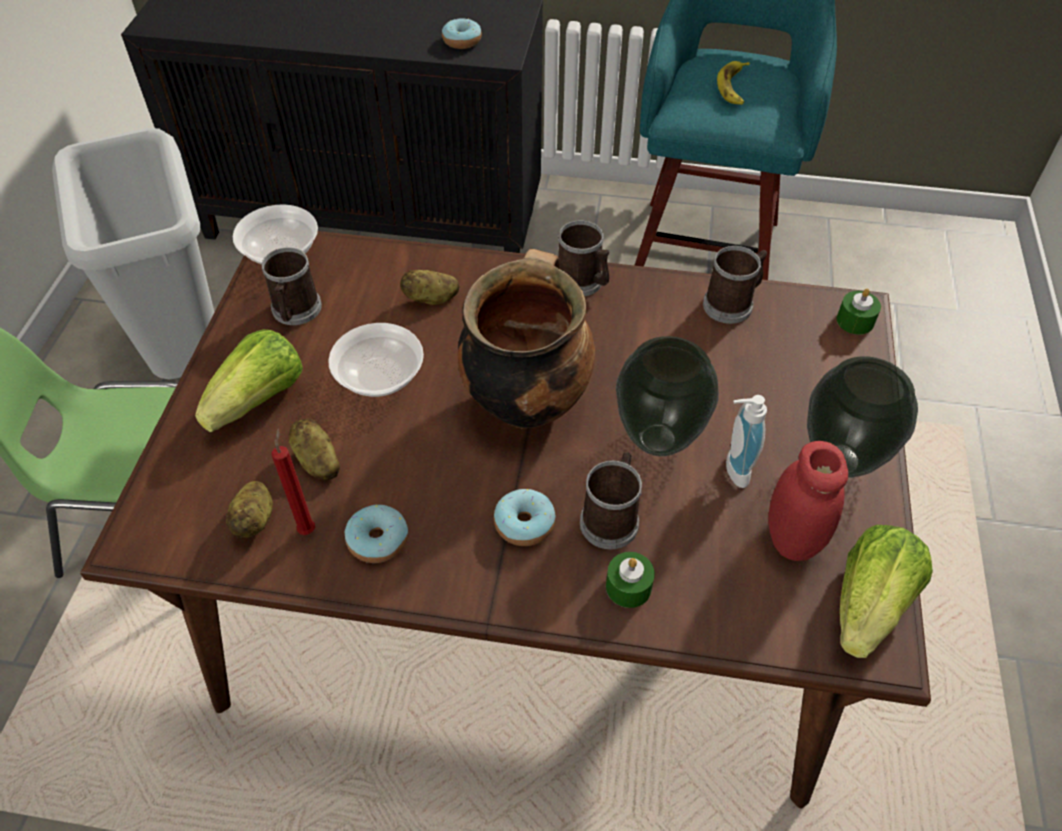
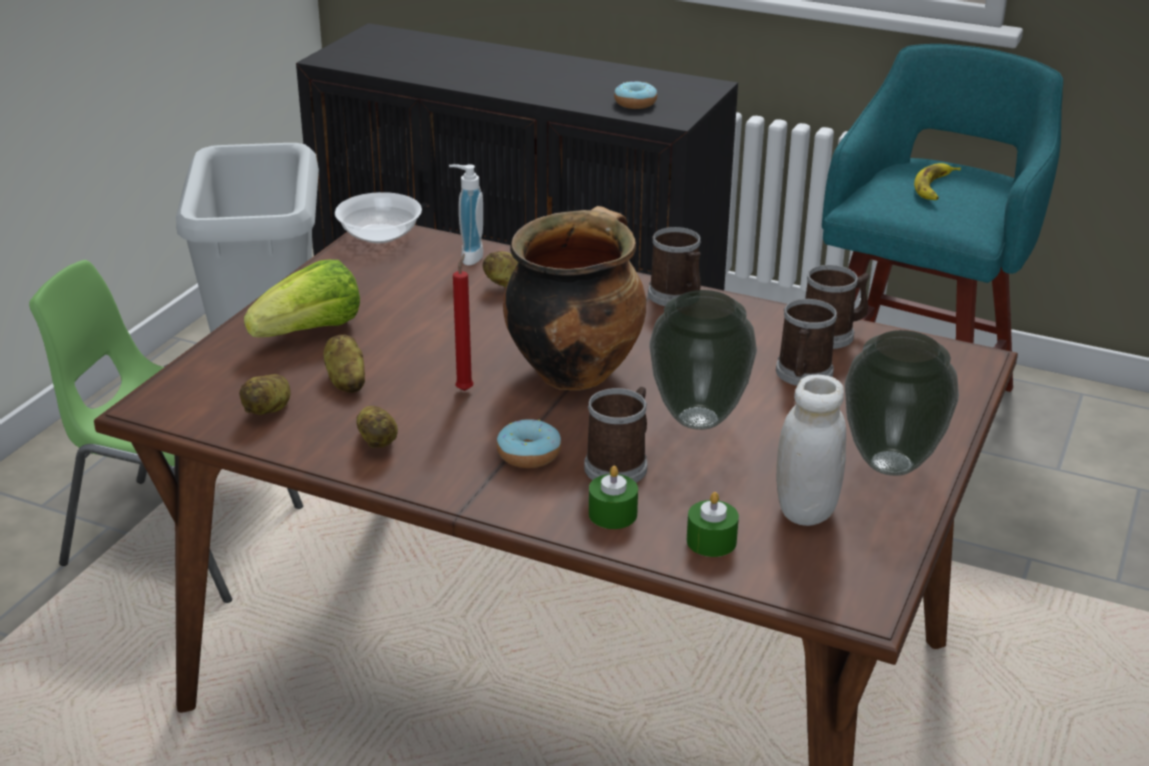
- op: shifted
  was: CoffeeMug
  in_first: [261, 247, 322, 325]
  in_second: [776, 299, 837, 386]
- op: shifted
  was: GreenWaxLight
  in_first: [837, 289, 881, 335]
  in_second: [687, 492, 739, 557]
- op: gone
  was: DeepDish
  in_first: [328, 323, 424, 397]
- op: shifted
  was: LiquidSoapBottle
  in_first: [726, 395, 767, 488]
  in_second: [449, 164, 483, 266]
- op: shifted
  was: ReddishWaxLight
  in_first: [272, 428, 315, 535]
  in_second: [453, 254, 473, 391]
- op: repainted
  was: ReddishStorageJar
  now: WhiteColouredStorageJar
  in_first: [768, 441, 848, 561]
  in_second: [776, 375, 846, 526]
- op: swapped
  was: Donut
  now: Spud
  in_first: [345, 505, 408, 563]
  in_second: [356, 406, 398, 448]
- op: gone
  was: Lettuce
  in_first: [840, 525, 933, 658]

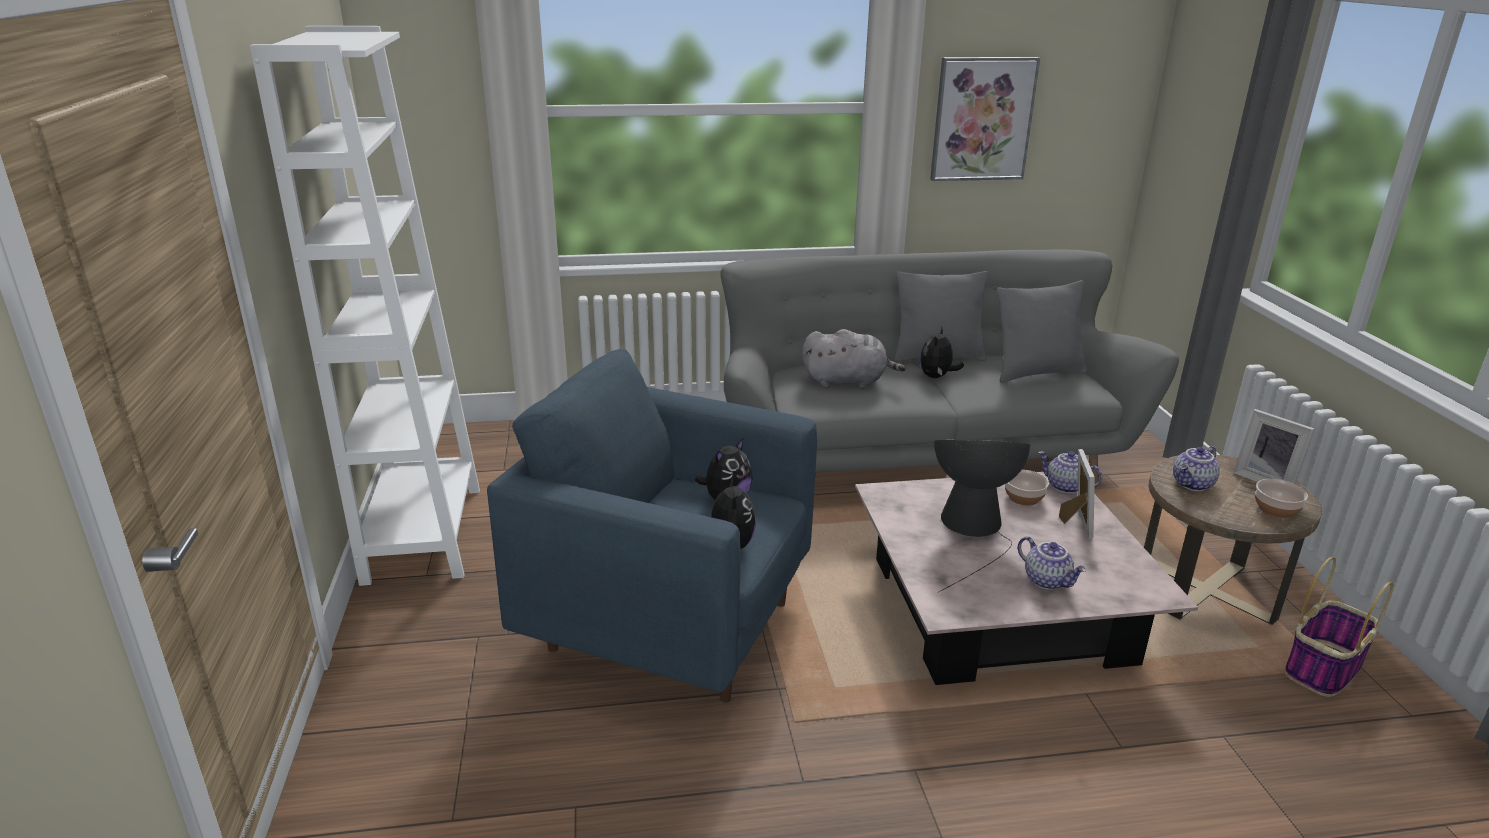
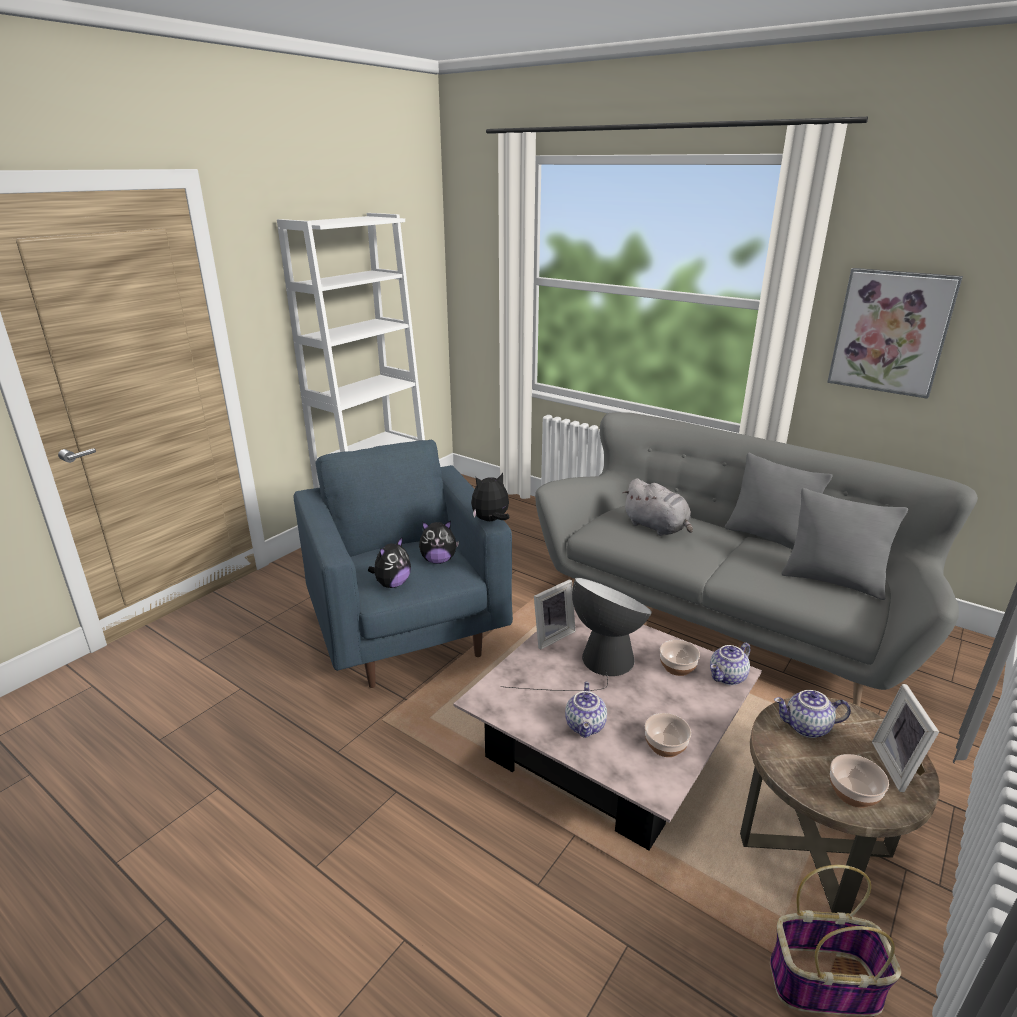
- op: shifted
  was: CuddlyToy
  in_first: [920, 326, 964, 378]
  in_second: [471, 473, 510, 521]
- op: shifted
  was: StandingFrame
  in_first: [1059, 449, 1095, 539]
  in_second: [534, 579, 575, 650]
- op: rotated
  was: PotForTea
  in_first: [1038, 451, 1102, 493]
  in_second: [710, 643, 750, 685]
  clockwise: -120
- op: new
  now: DeepDish
  in_second: [645, 713, 691, 757]

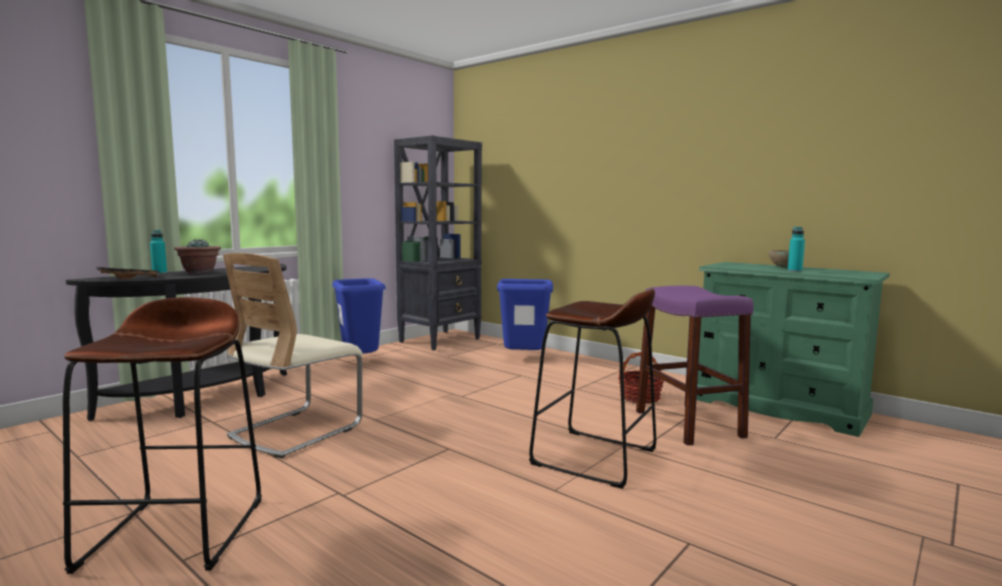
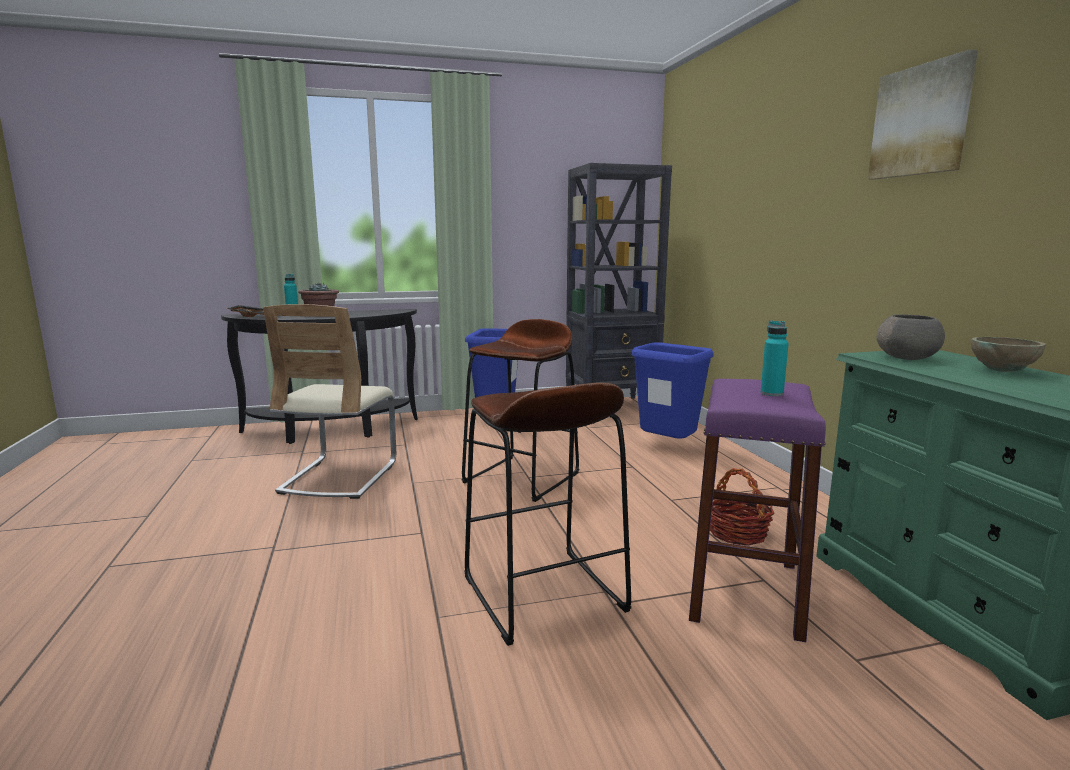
- op: shifted
  was: BlueGreenBottle
  in_first: [788, 227, 805, 272]
  in_second: [760, 320, 789, 396]
- op: rotated
  was: BeigePlainChair
  in_first: [223, 253, 363, 458]
  in_second: [263, 304, 396, 499]
  clockwise: -60
- op: shifted
  was: BrownishStool
  in_first: [63, 297, 262, 574]
  in_second: [462, 319, 579, 502]
- op: new
  now: Picture
  in_second: [868, 49, 978, 180]
- op: new
  now: GrayDeepDish
  in_second: [877, 314, 945, 360]

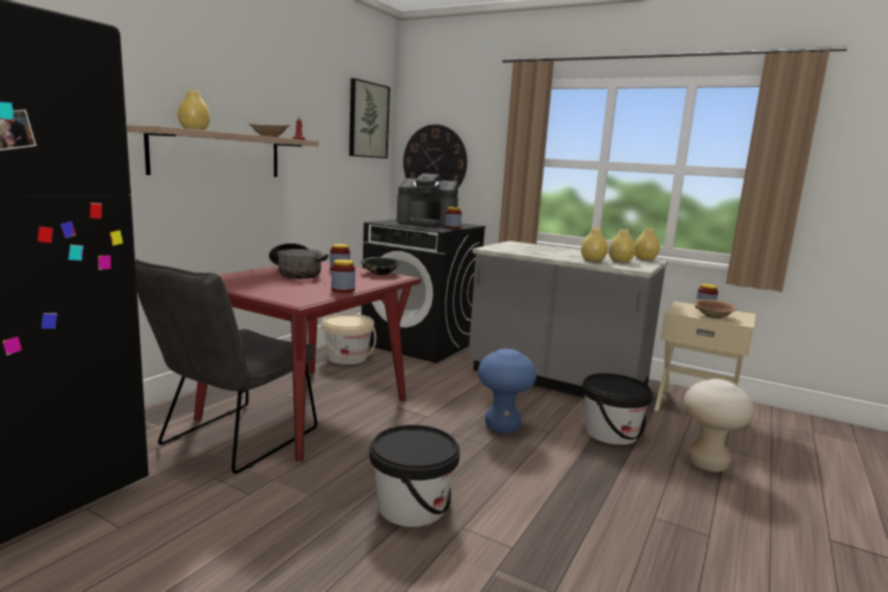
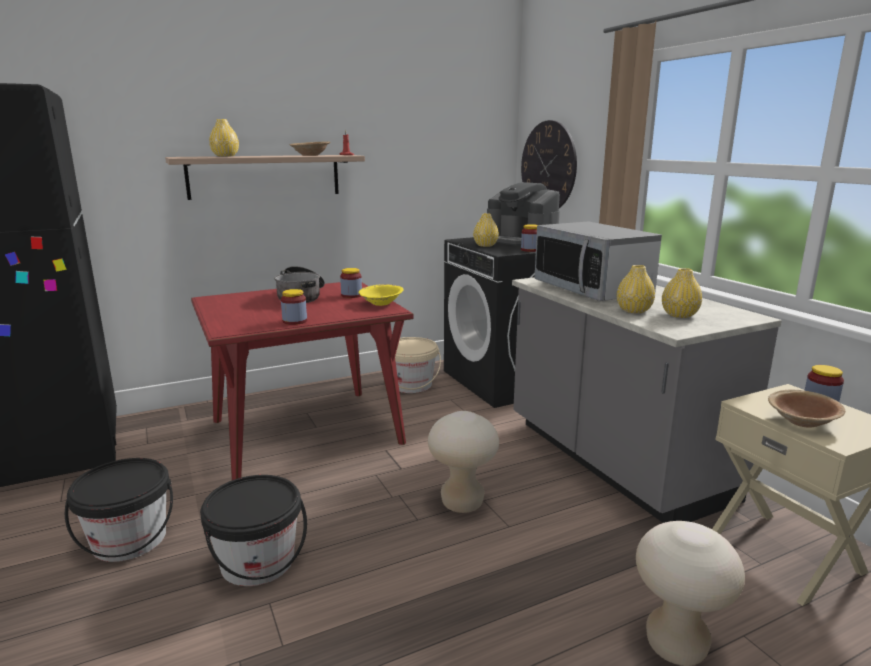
- op: gone
  was: Picture
  in_first: [349, 78, 390, 158]
- op: shifted
  was: YellowFlowerVase
  in_first: [635, 228, 660, 260]
  in_second: [473, 213, 499, 247]
- op: repainted
  was: BlackColouredDeepDish
  now: YellowDeepDish
  in_first: [360, 257, 401, 275]
  in_second: [359, 284, 403, 306]
- op: gone
  was: GrayPlainChair
  in_first: [135, 259, 317, 474]
- op: repainted
  was: BlueStool
  now: BeigeStool
  in_first: [478, 349, 536, 433]
  in_second: [428, 411, 499, 513]
- op: shifted
  was: BlackColouredPail
  in_first: [582, 373, 652, 445]
  in_second: [65, 458, 173, 562]
- op: new
  now: MicrowaveOven
  in_second: [534, 222, 662, 301]

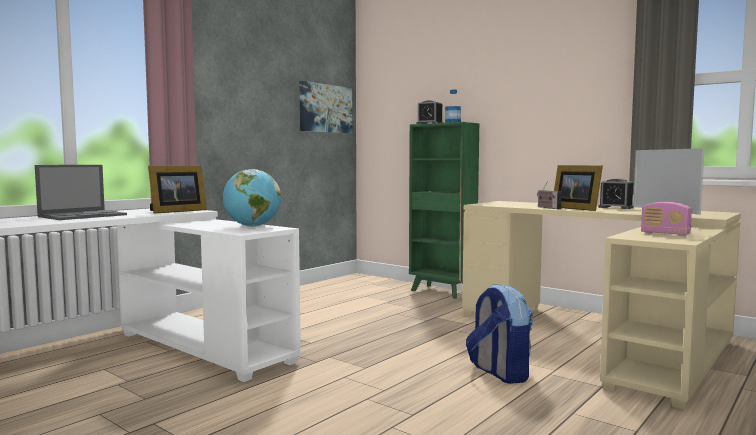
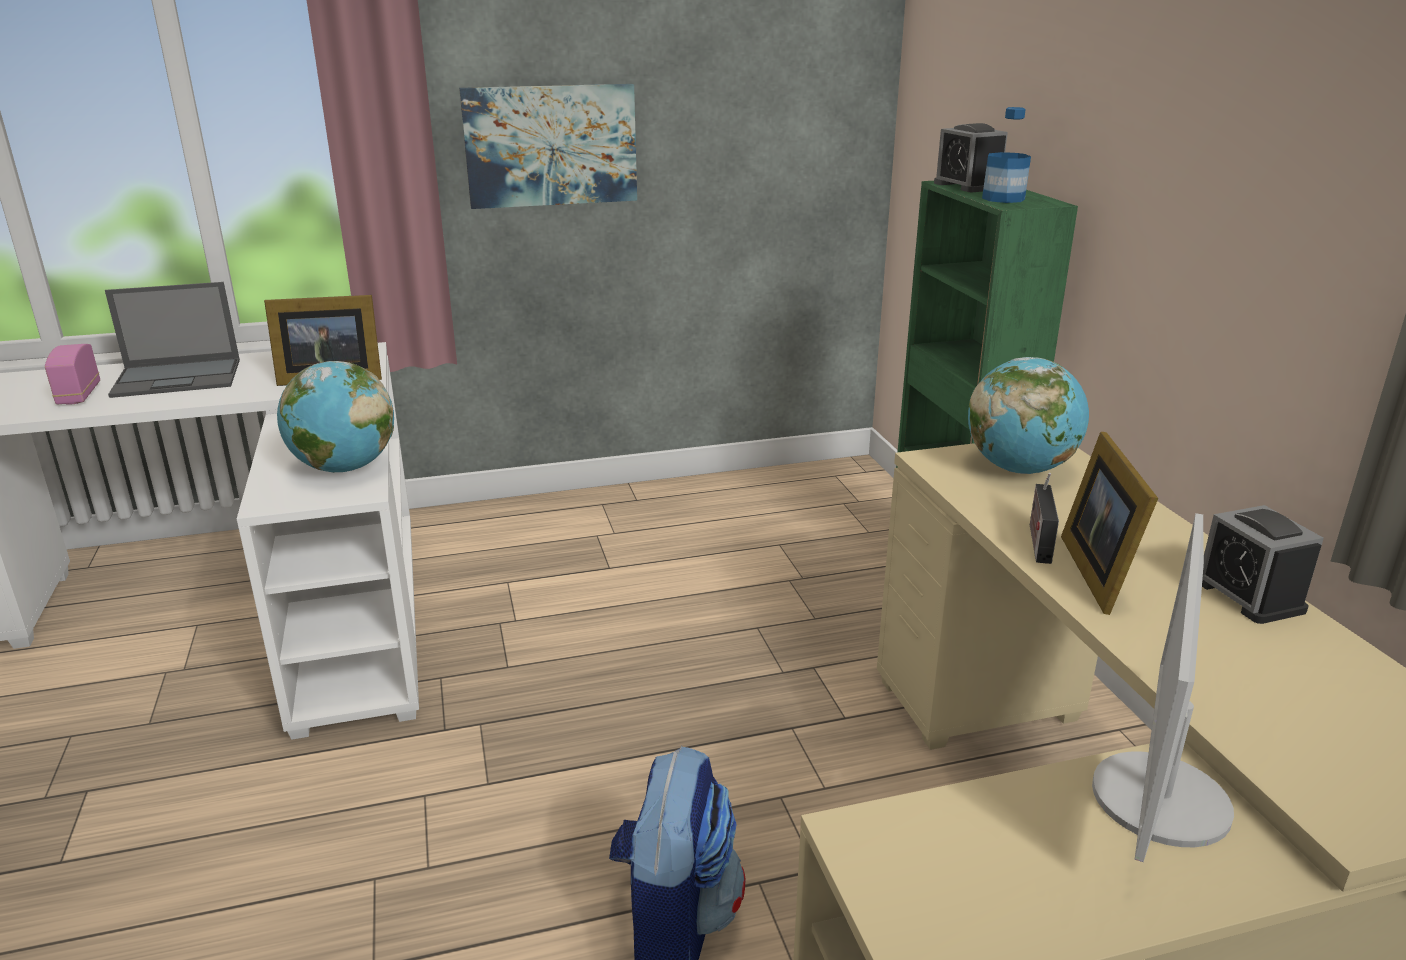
- op: shifted
  was: Picture
  in_first: [299, 81, 353, 134]
  in_second: [459, 84, 637, 209]
- op: shifted
  was: RadioSet
  in_first: [641, 202, 692, 236]
  in_second: [45, 344, 100, 405]
- op: new
  now: DeskGlobe
  in_second: [968, 357, 1089, 474]

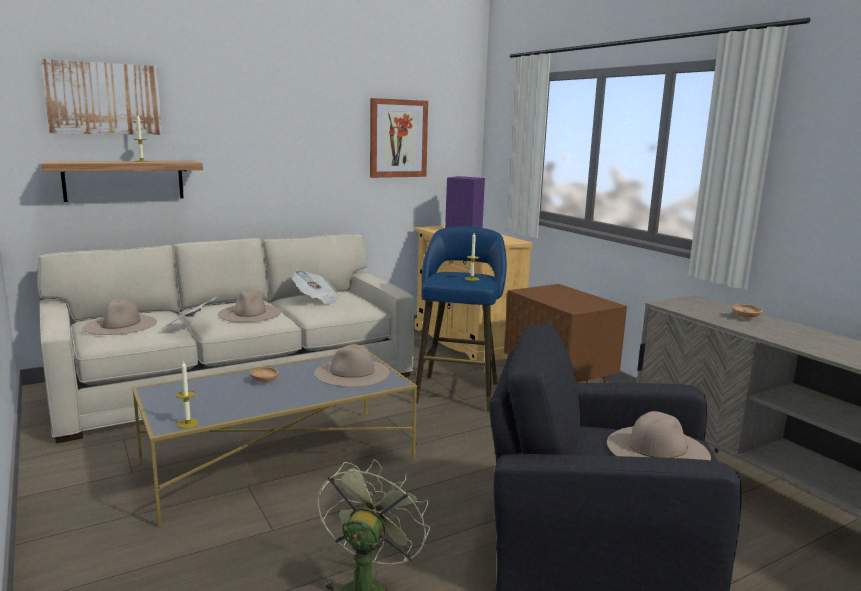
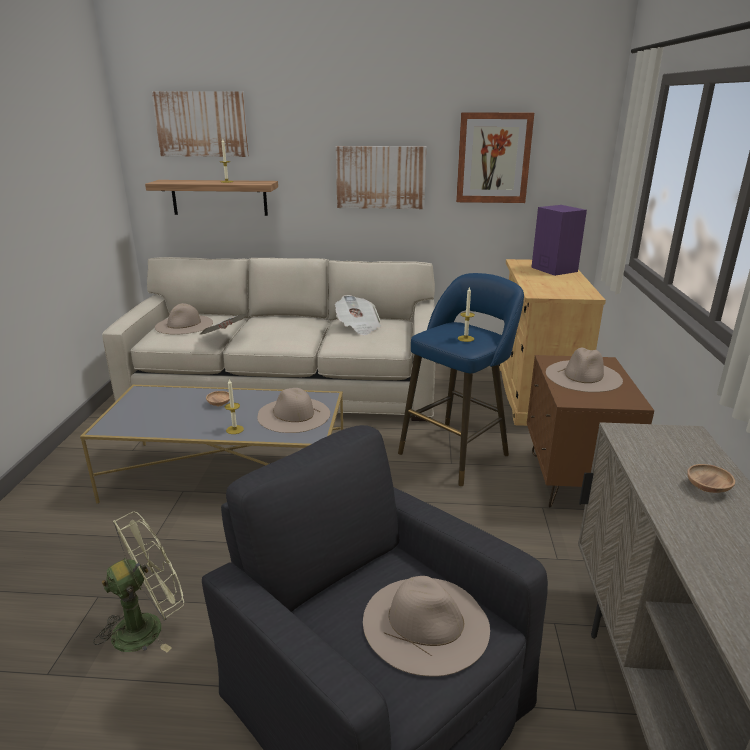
- op: shifted
  was: BeigeClothingHat
  in_first: [218, 290, 281, 322]
  in_second: [546, 348, 623, 392]
- op: shifted
  was: WaxLight
  in_first: [176, 360, 199, 429]
  in_second: [225, 379, 244, 434]
- op: new
  now: Picture
  in_second: [336, 146, 426, 209]

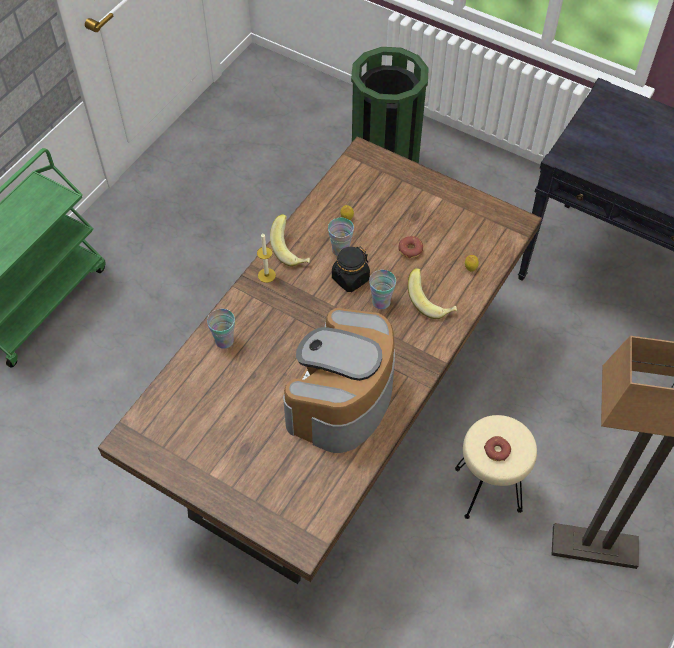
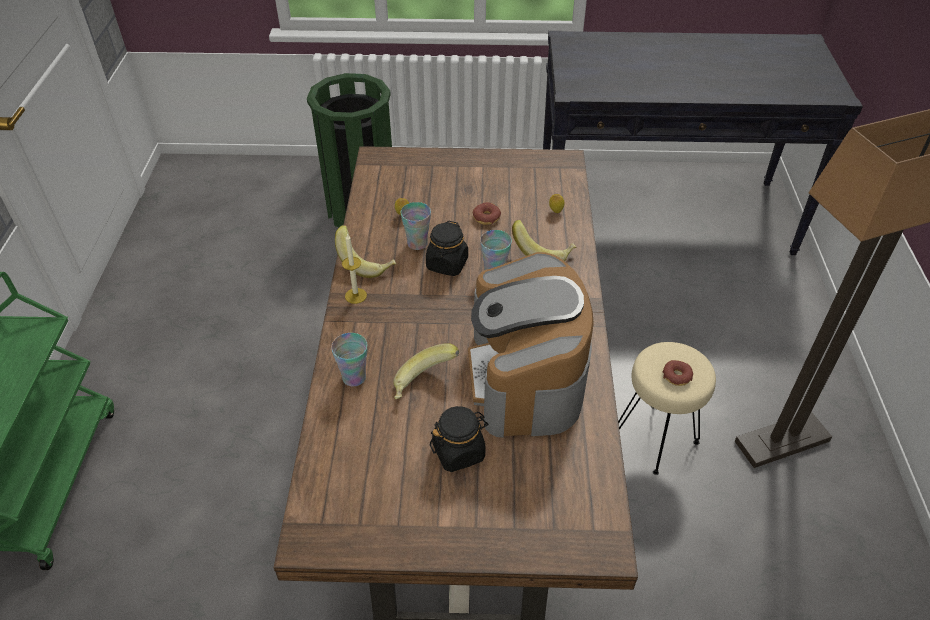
- op: new
  now: BananaFruit
  in_second: [394, 343, 459, 399]
- op: new
  now: BlackColouredStorageJar
  in_second: [430, 406, 488, 472]

